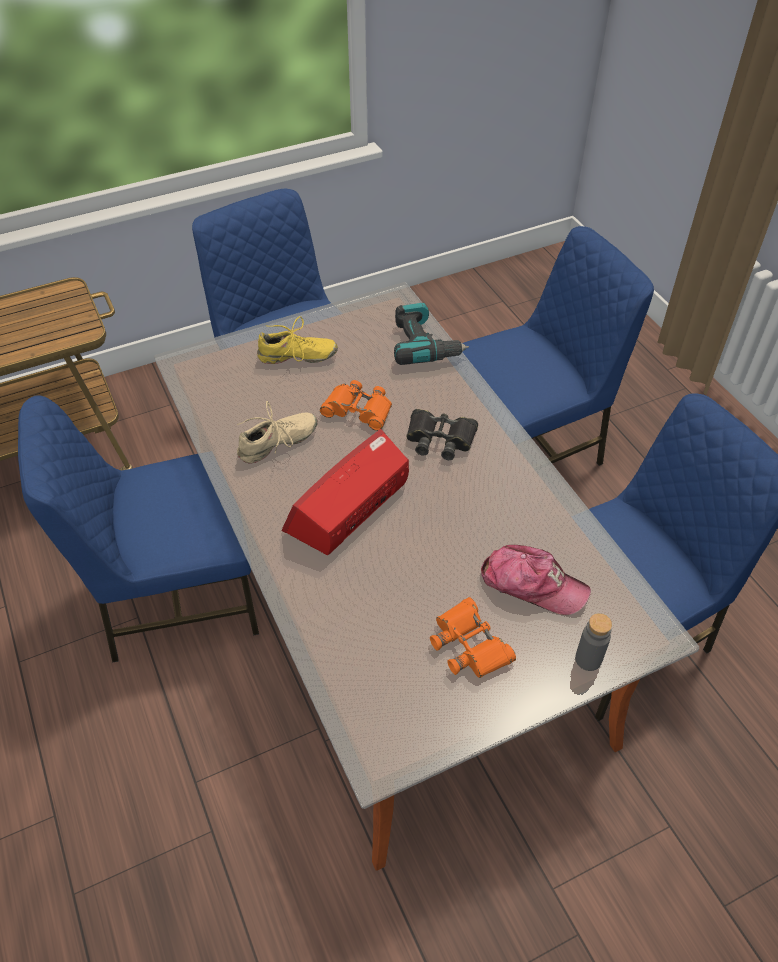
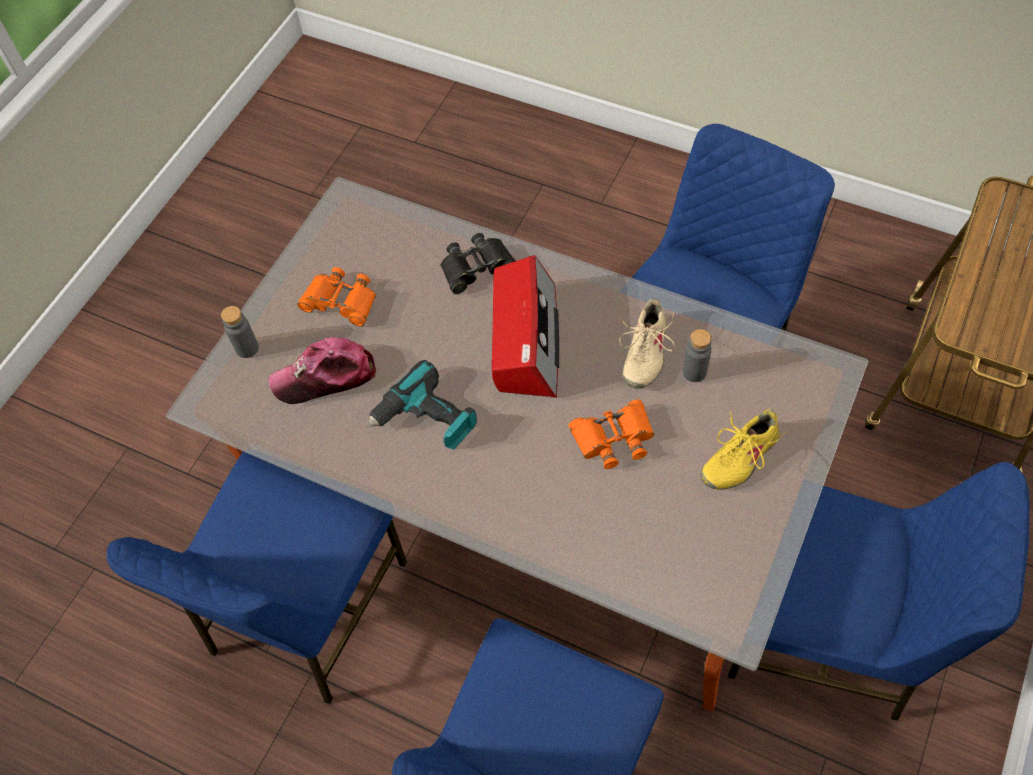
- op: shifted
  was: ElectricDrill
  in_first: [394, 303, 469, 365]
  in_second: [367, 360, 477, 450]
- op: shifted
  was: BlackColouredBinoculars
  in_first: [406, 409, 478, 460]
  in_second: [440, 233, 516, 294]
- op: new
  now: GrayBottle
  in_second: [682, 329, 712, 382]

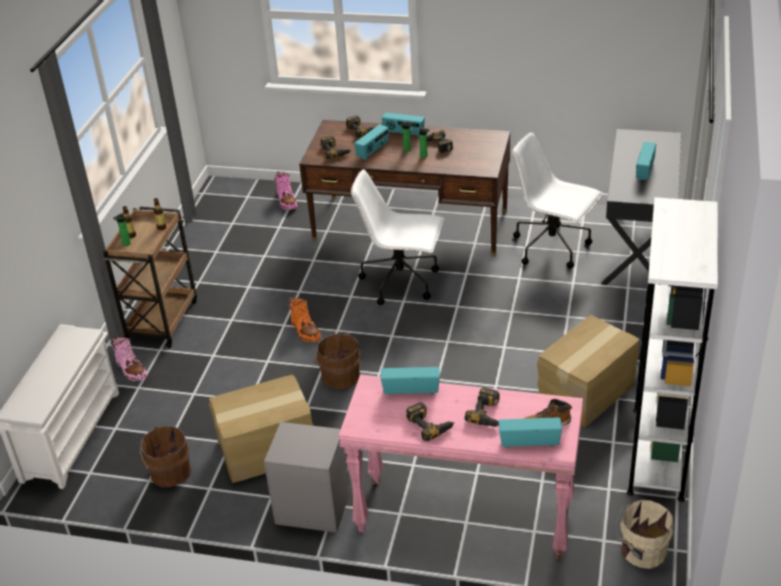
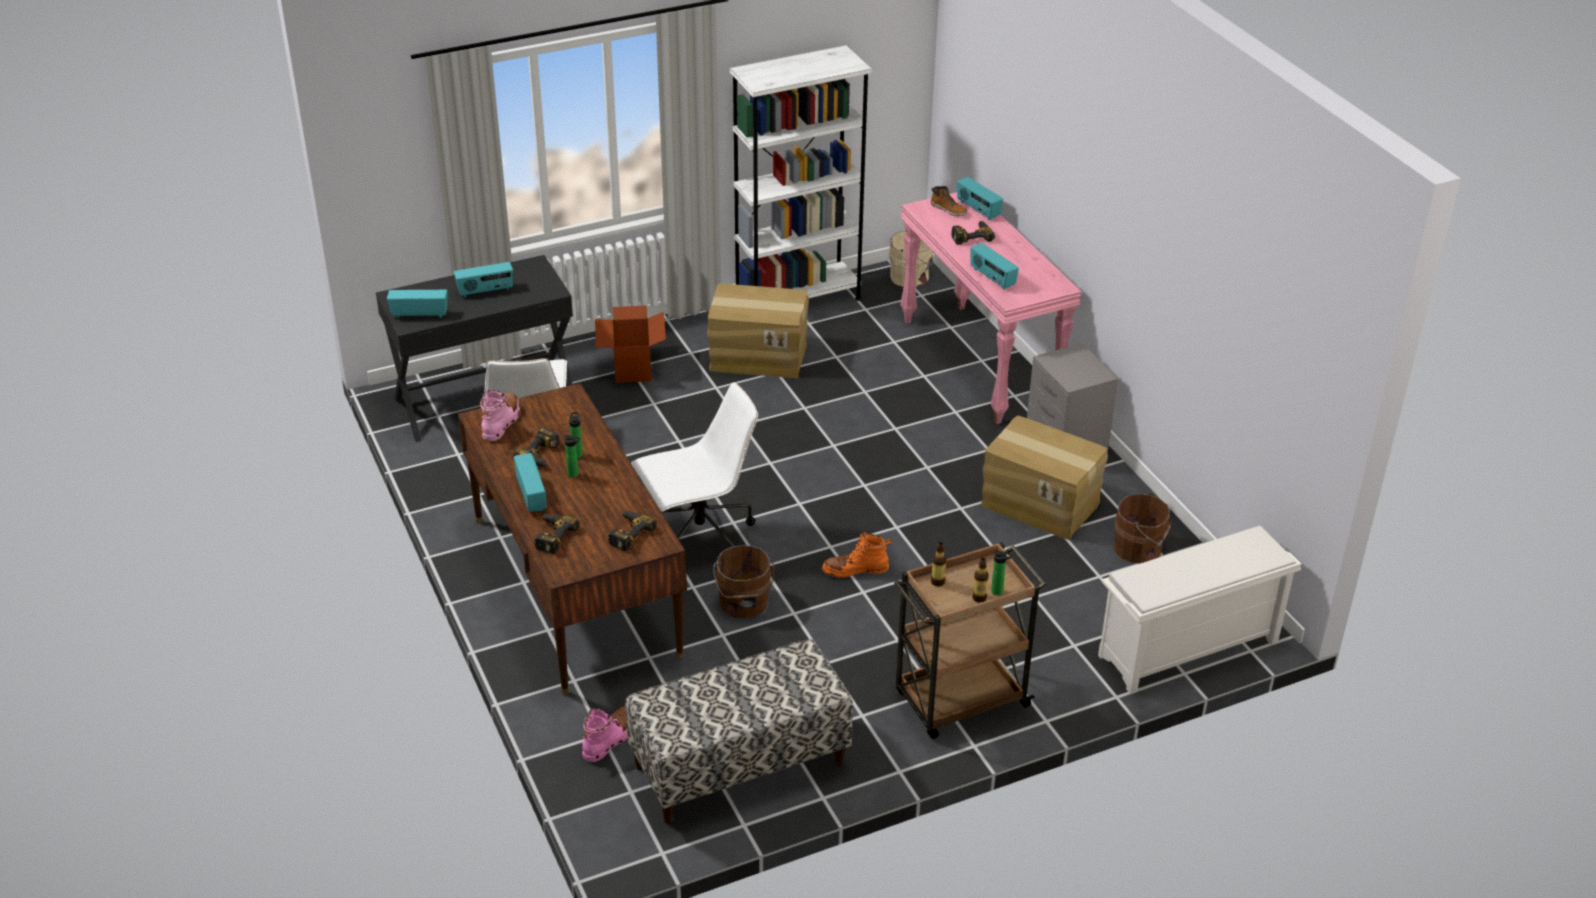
- op: shifted
  was: RadioSet
  in_first: [354, 124, 389, 160]
  in_second: [387, 290, 447, 318]
- op: rotated
  was: WhiteColouredComputerChair
  in_first: [351, 169, 444, 305]
  in_second: [631, 382, 758, 547]
  clockwise: -90
- op: rotated
  was: OrangeColouredTallBoot
  in_first: [289, 297, 321, 342]
  in_second: [822, 531, 892, 578]
  clockwise: -120
- op: shifted
  was: BrownishPail
  in_first: [314, 333, 360, 389]
  in_second: [713, 545, 774, 618]
- op: shifted
  was: PinkColouredTallBoot
  in_first: [112, 336, 147, 381]
  in_second: [480, 390, 520, 441]
- op: gone
  was: ElectricDrill
  in_first: [406, 402, 455, 441]
- op: new
  now: CardboardBox
  in_second: [595, 305, 666, 383]
- op: new
  now: LongSeat
  in_second: [625, 639, 853, 824]

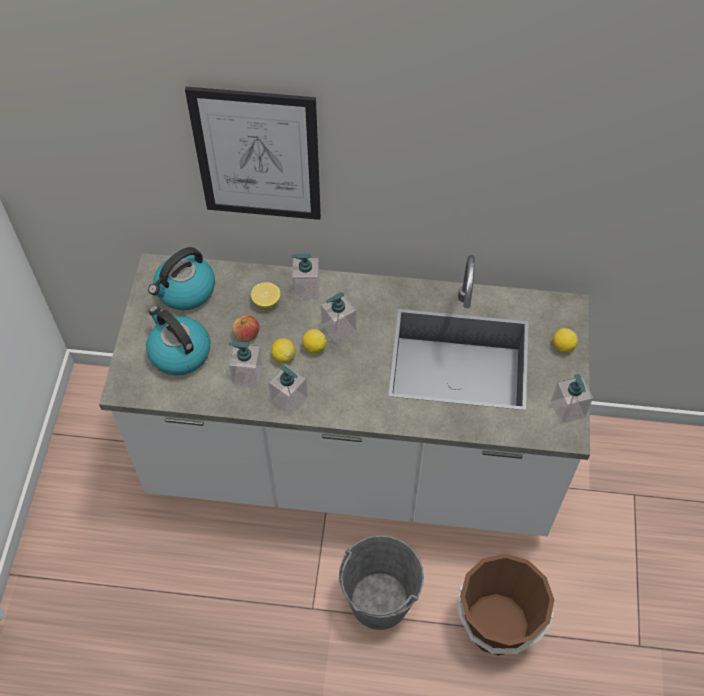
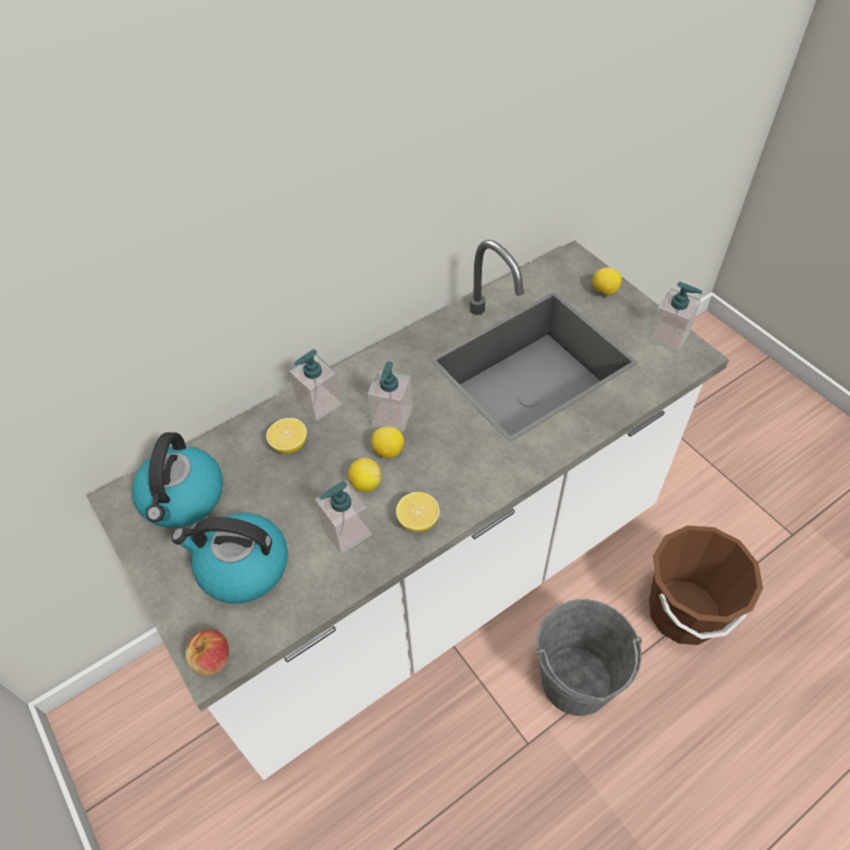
- op: gone
  was: Picture
  in_first: [185, 87, 321, 220]
- op: shifted
  was: Apple
  in_first: [232, 315, 259, 343]
  in_second: [185, 629, 229, 676]
- op: swapped
  was: LiquidSoapBottle
  now: CitrusFruit
  in_first: [268, 364, 308, 416]
  in_second: [396, 492, 440, 532]

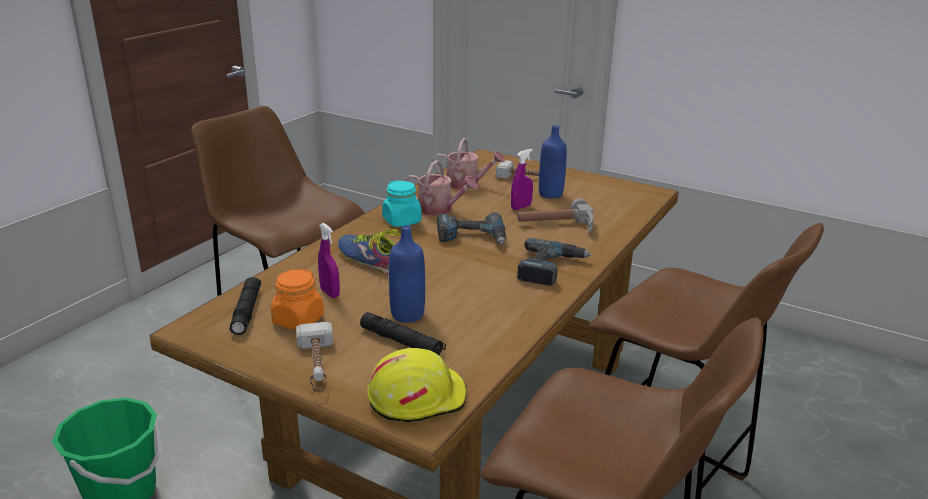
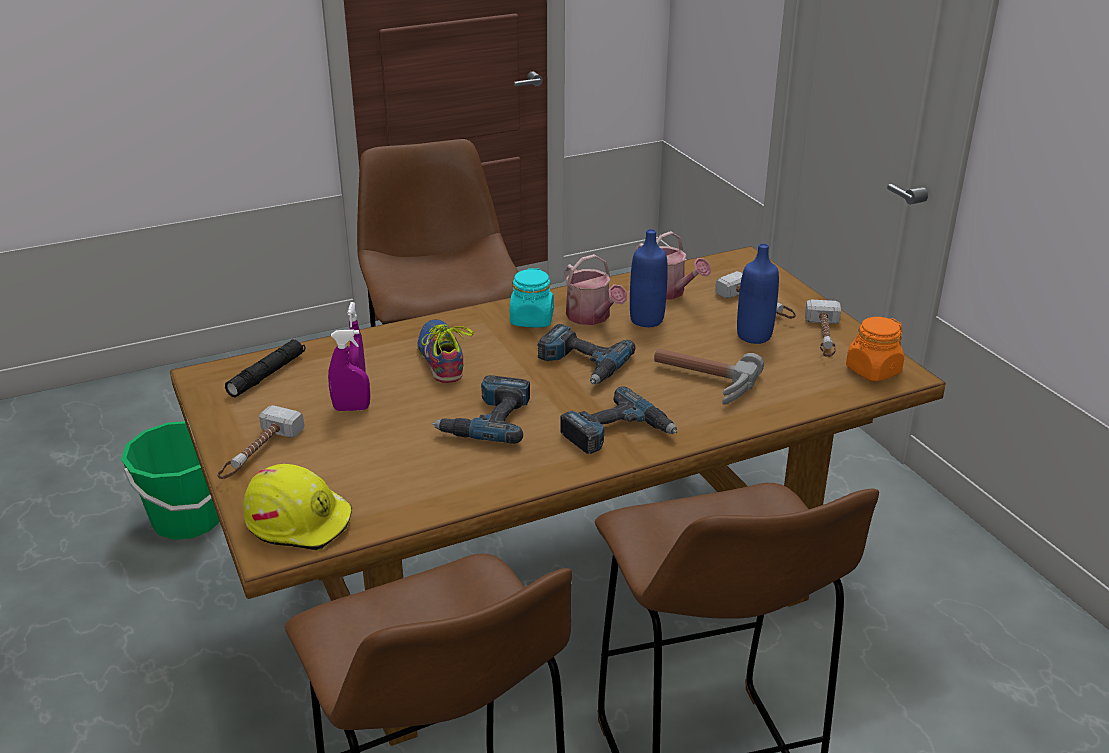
- op: shifted
  was: PurpleColouredSprayer
  in_first: [511, 149, 533, 210]
  in_second: [328, 329, 370, 411]
- op: shifted
  was: BlueBottle
  in_first: [389, 225, 425, 323]
  in_second: [630, 229, 668, 327]
- op: shifted
  was: OrangeColouredStorageJar
  in_first: [271, 268, 324, 330]
  in_second: [846, 317, 904, 382]
- op: gone
  was: BlackColouredFlashlight
  in_first: [360, 312, 446, 355]
- op: new
  now: Hammer
  in_second: [805, 300, 841, 357]
- op: new
  now: ElectricDrill
  in_second: [432, 375, 530, 444]

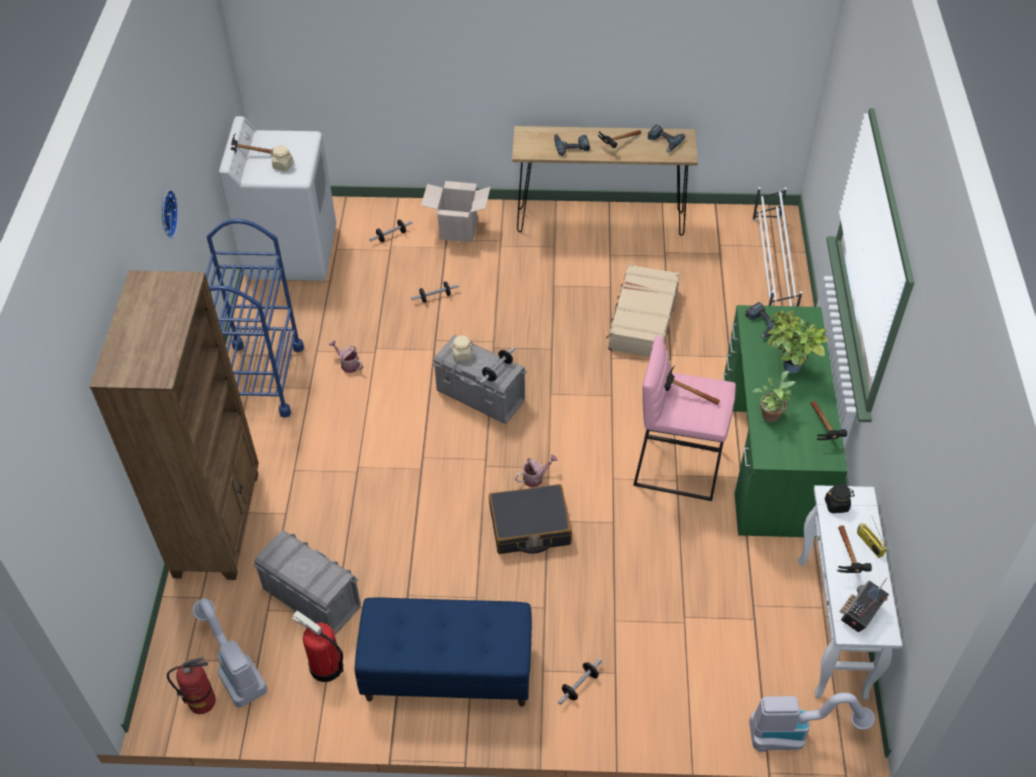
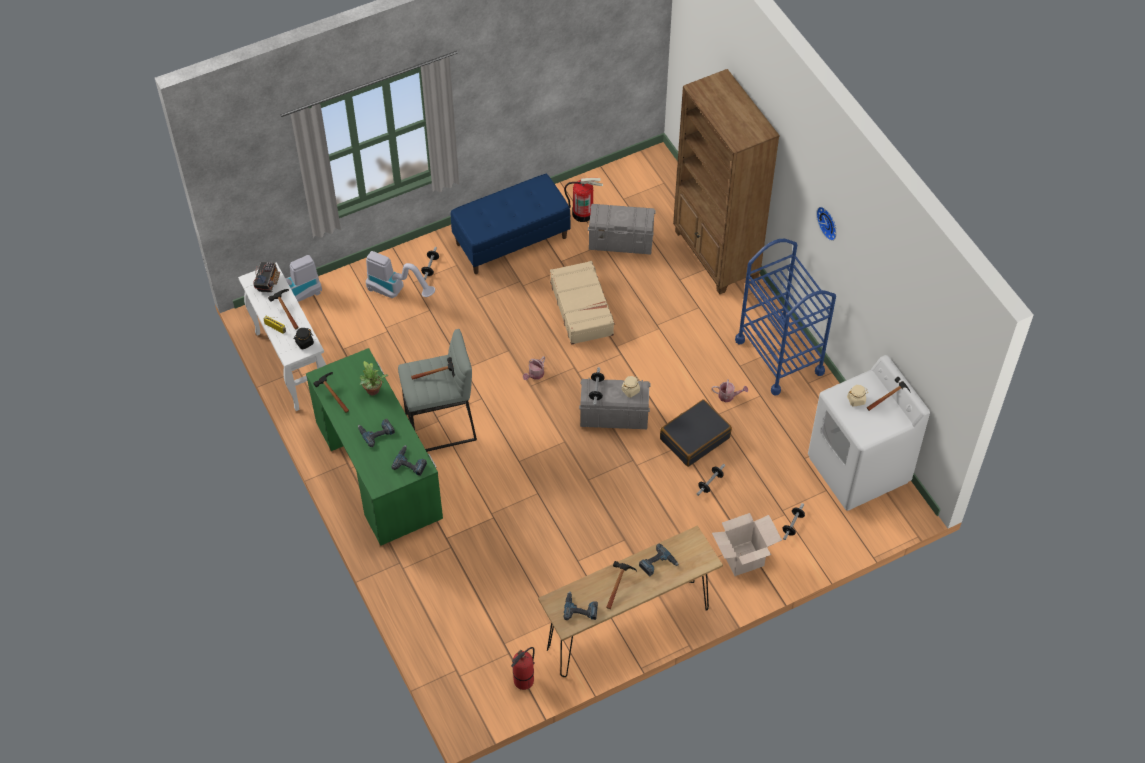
- op: gone
  was: WhiteColouredShoeShelf
  in_first: [752, 187, 802, 307]
- op: shifted
  was: BeigePieceOfLuggage
  in_first: [606, 264, 680, 357]
  in_second: [550, 261, 615, 345]
- op: swapped
  was: Houseplant
  now: ElectricDrill
  in_first: [767, 310, 828, 374]
  in_second: [358, 419, 395, 447]
- op: repainted
  was: PinkColouredStool
  now: GrayStool
  in_first: [633, 335, 736, 501]
  in_second: [398, 329, 477, 452]
- op: shifted
  was: BlackColouredPieceOfLuggage
  in_first: [489, 484, 572, 554]
  in_second: [660, 399, 732, 467]
- op: shifted
  was: Hoover
  in_first: [193, 598, 267, 707]
  in_second: [366, 251, 435, 298]
- op: shifted
  was: FireExtinguisher
  in_first: [167, 657, 216, 714]
  in_second: [511, 647, 535, 690]

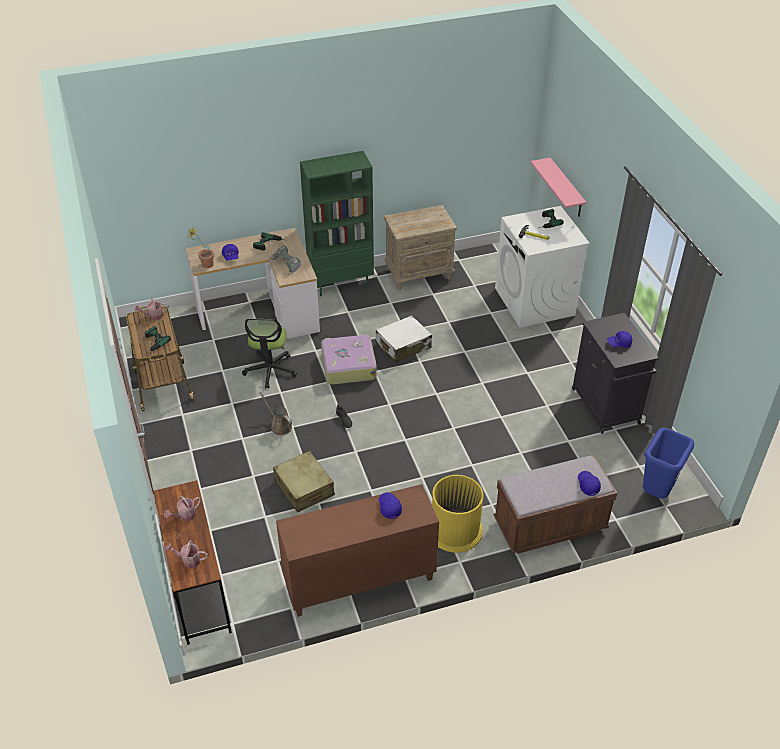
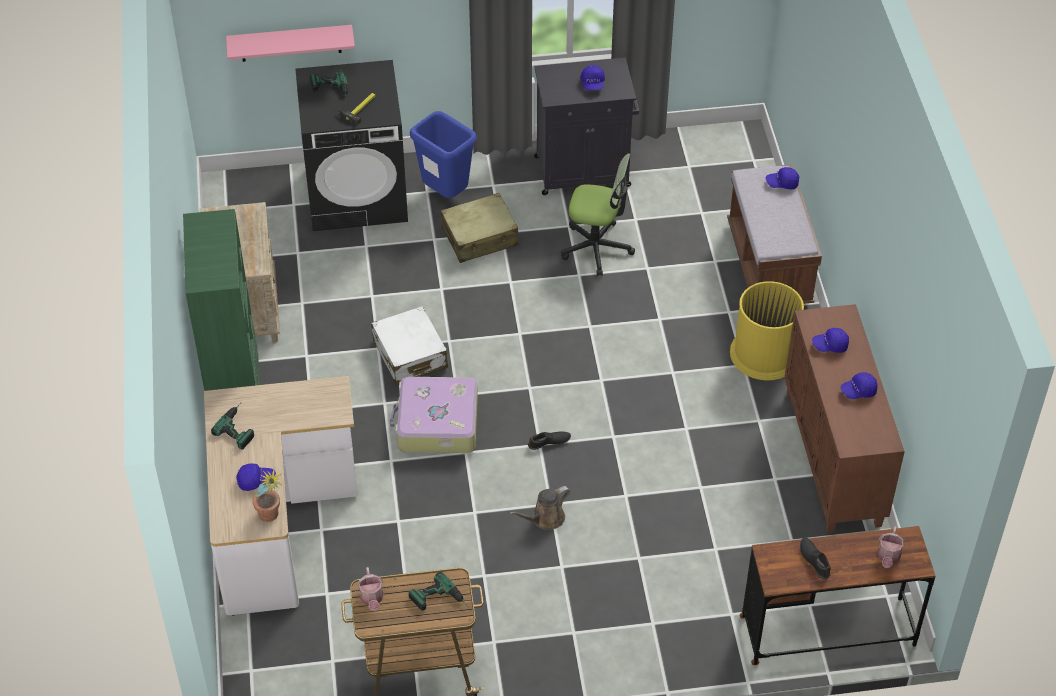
- op: repainted
  was: WhiteColouredLaundryAppliance
  now: BlackColouredLaundryAppliance
  in_first: [495, 206, 590, 328]
  in_second: [295, 60, 408, 231]
- op: gone
  was: ElectricDrill
  in_first: [268, 245, 301, 275]
- op: shifted
  was: ComputerChair
  in_first: [242, 319, 297, 389]
  in_second: [561, 154, 635, 276]
- op: shifted
  was: BlueWasteBin
  in_first: [643, 428, 695, 499]
  in_second: [410, 111, 477, 198]
- op: shifted
  was: BeigePieceOfLuggage
  in_first: [273, 451, 335, 512]
  in_second: [441, 193, 519, 263]
- op: swapped
  was: WateringPot
  now: BlackColouredShoe
  in_first: [164, 496, 201, 522]
  in_second: [800, 537, 831, 579]
- op: new
  now: BlueBaseballCap
  in_second: [841, 372, 877, 399]

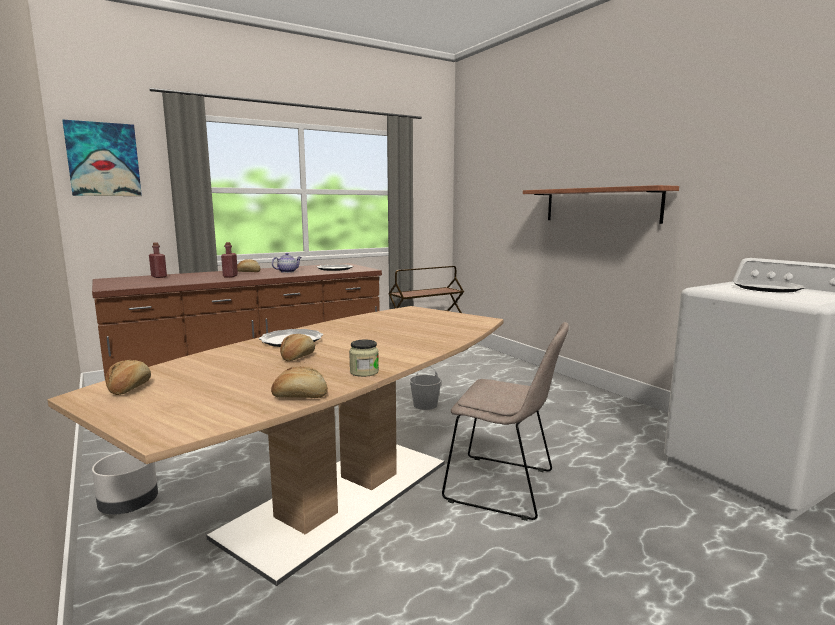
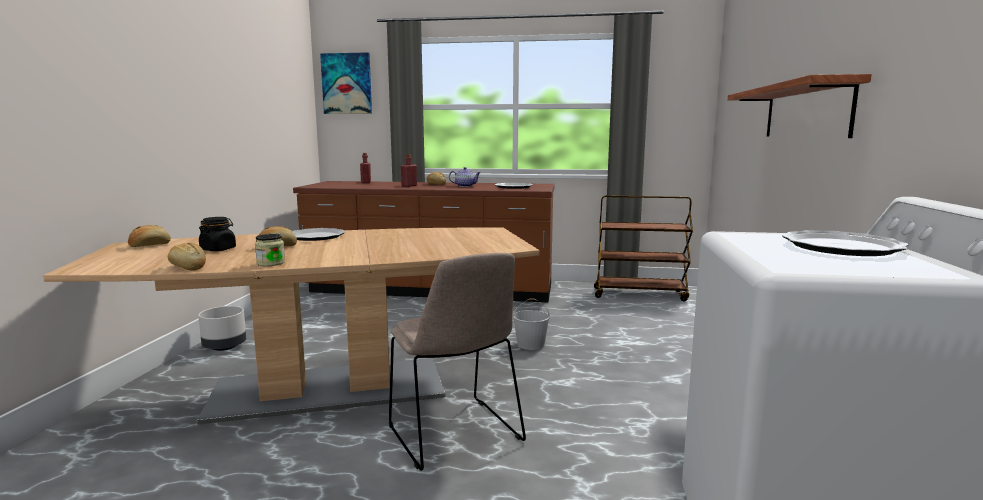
- op: new
  now: BlackColouredStorageJar
  in_second: [199, 217, 236, 251]

